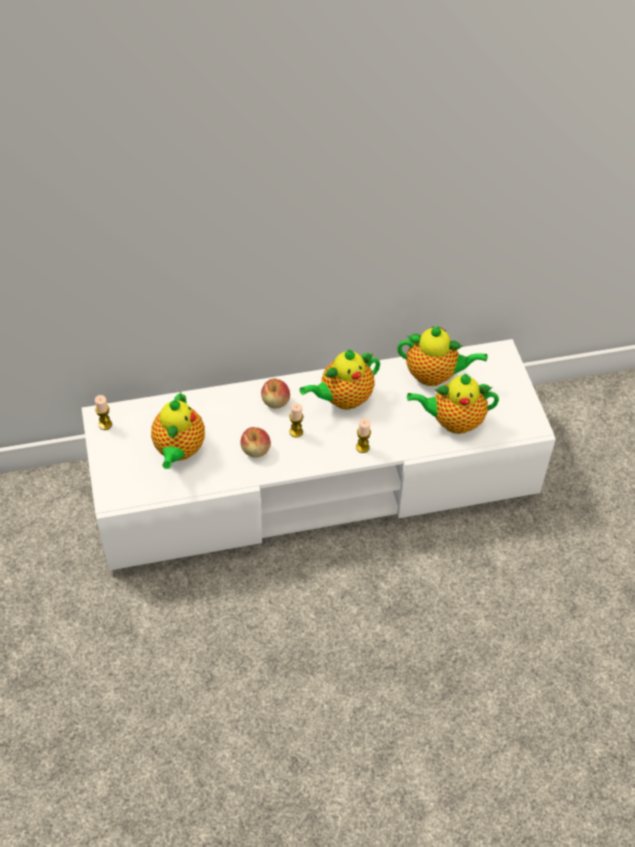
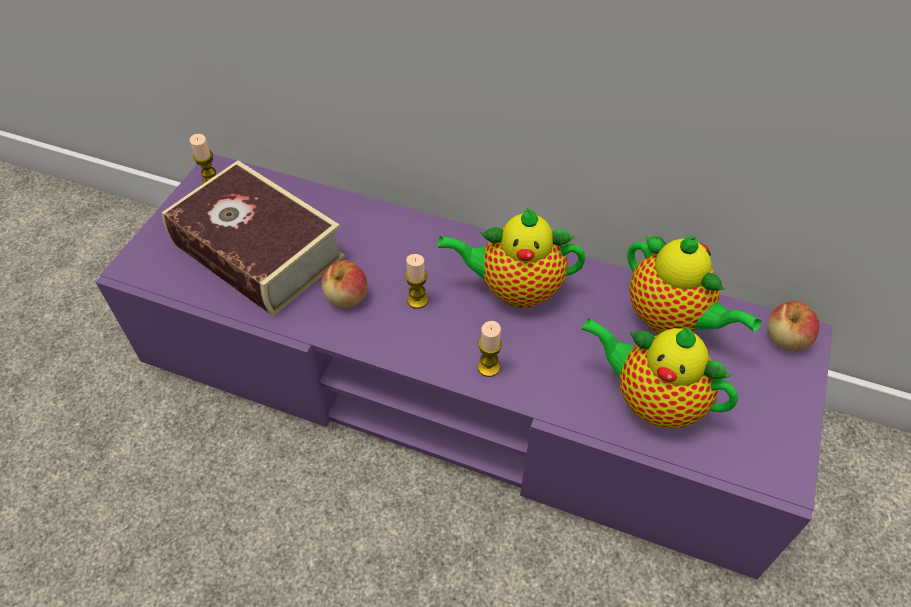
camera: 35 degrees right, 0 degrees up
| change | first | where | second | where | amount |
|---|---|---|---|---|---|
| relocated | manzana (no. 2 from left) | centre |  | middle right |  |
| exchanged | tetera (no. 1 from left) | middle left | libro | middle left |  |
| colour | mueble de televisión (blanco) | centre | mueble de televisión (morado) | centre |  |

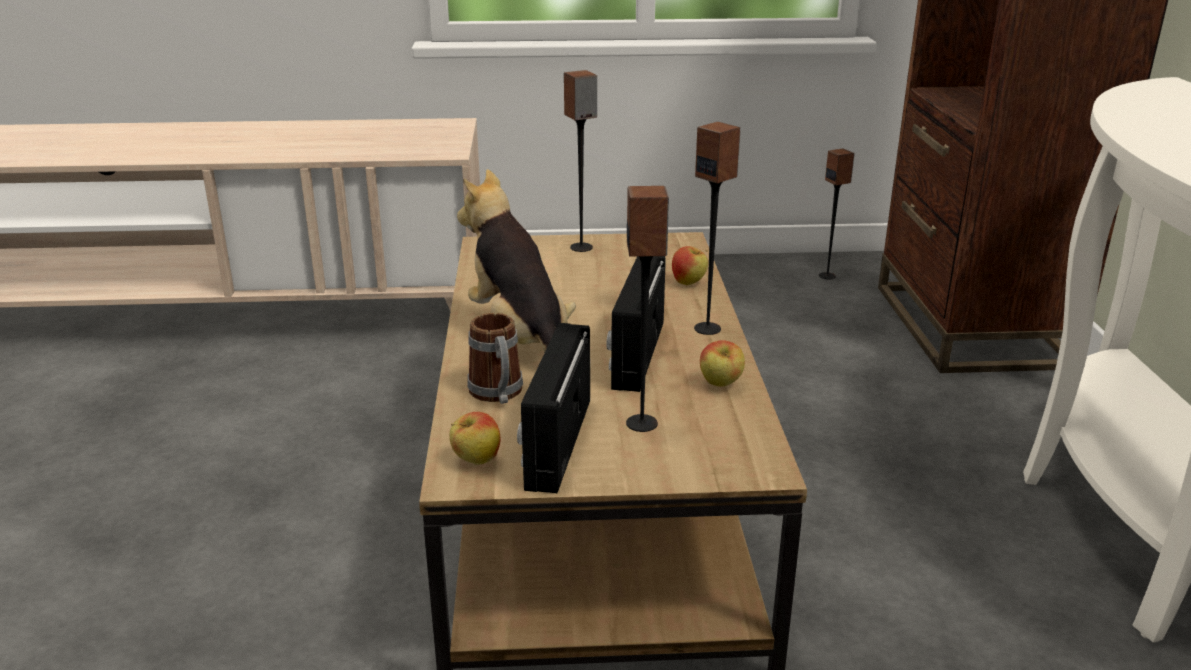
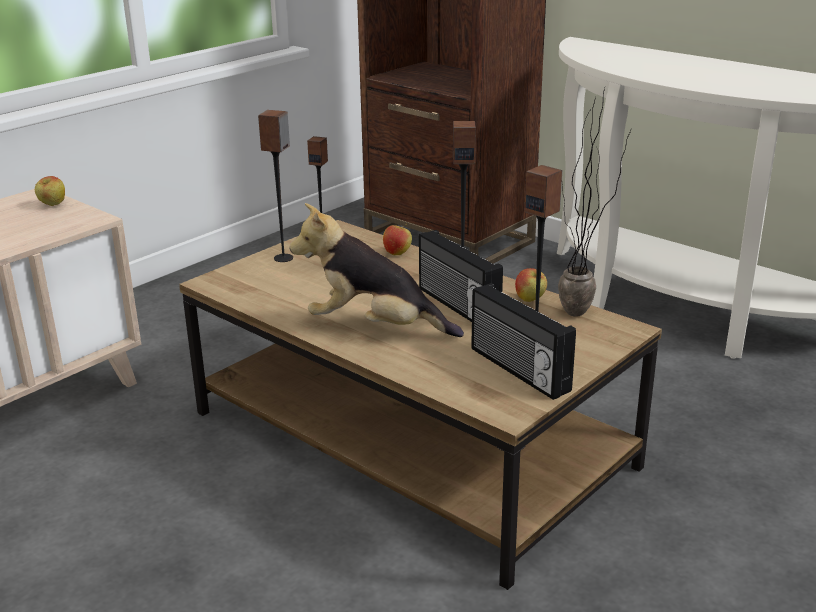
camera: 45 degrees left, 0 degrees up
| change | first | where | second | where | amount |
|---|---|---|---|---|---|
| missing | taza grande | centre |  |  |  |
| appeared |  |  | planta en maceta | top right |  |
| relocated | manzana (no. 1 from left) | centre |  | top left |  |

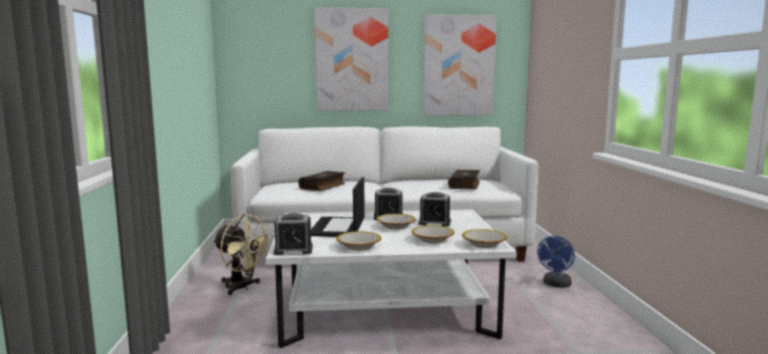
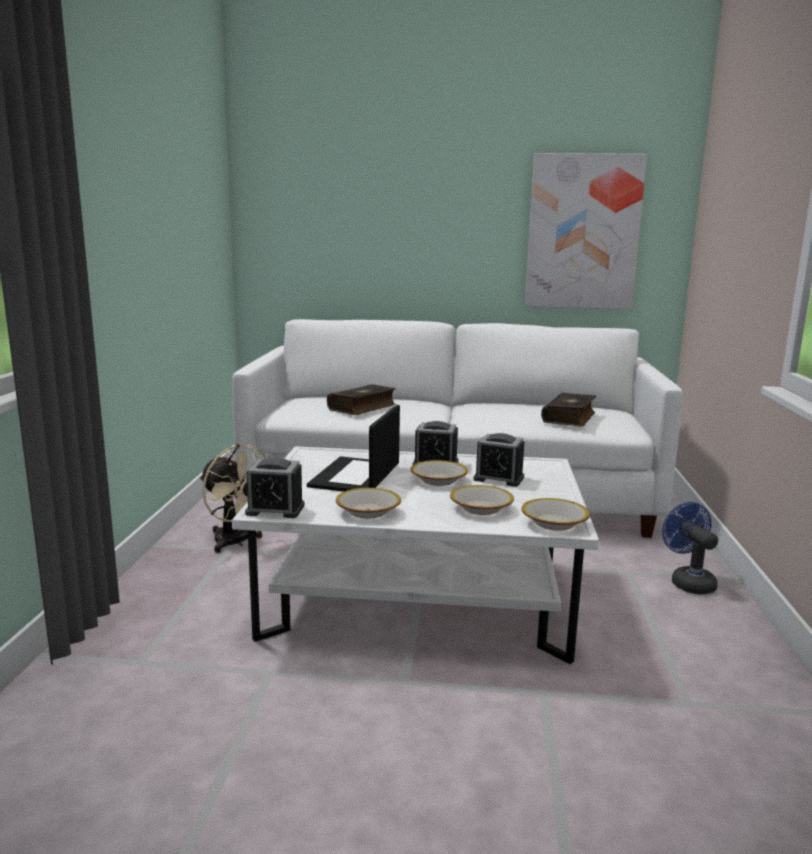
camera: 10 degrees right, 5 degrees up
| change | first | where | second | where | amount |
|---|---|---|---|---|---|
| missing | cuadro (no. 1 from left) | top centre |  |  |  |
| spun | ventilador (azul) | bottom right |  | middle right | 120 degrees clockwise |

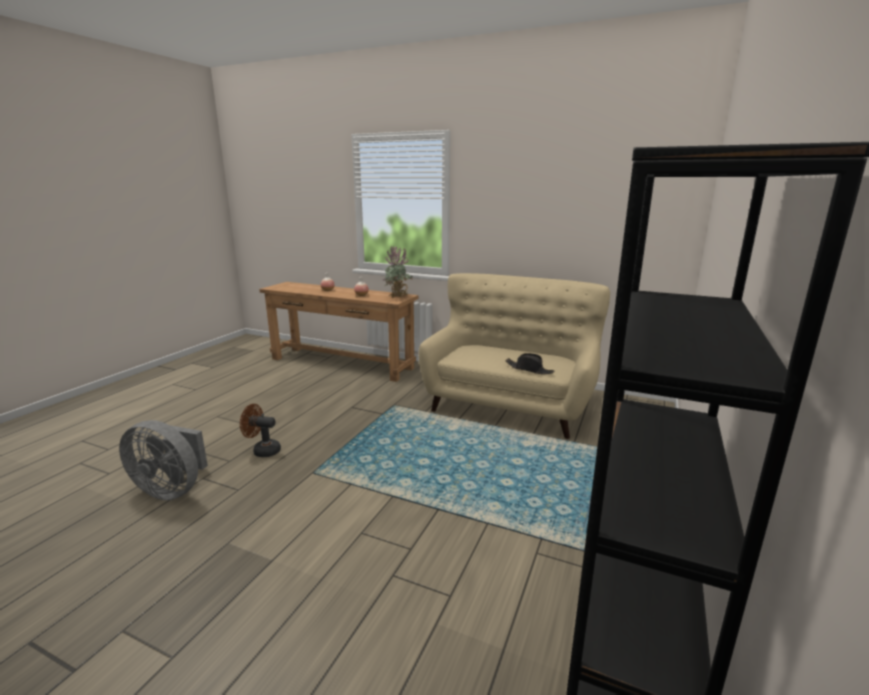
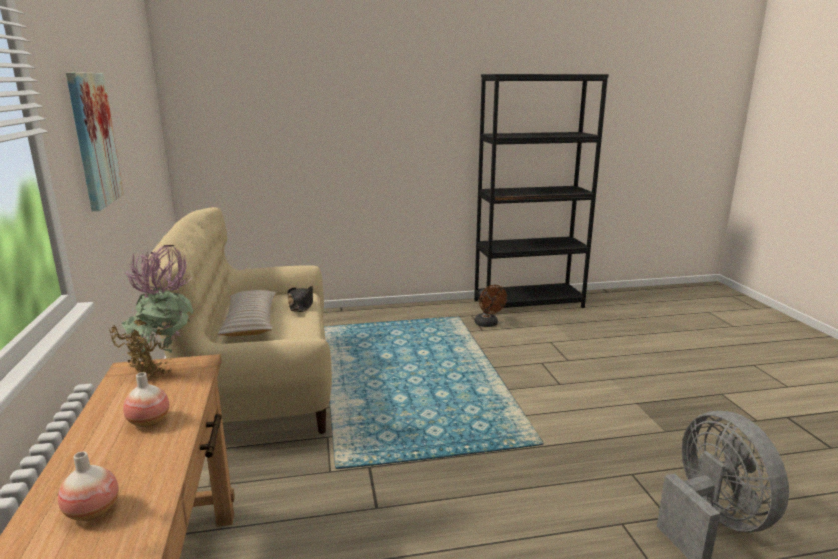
camera: 125 degrees left, 0 degrees up
| change | first | where | second | where | amount |
|---|---|---|---|---|---|
| appeared |  |  | cuadro | top left |  |
| appeared |  |  | cojín (beis) | middle left |  |
| relocated | ventilador (marrón) | middle left |  | centre |  |

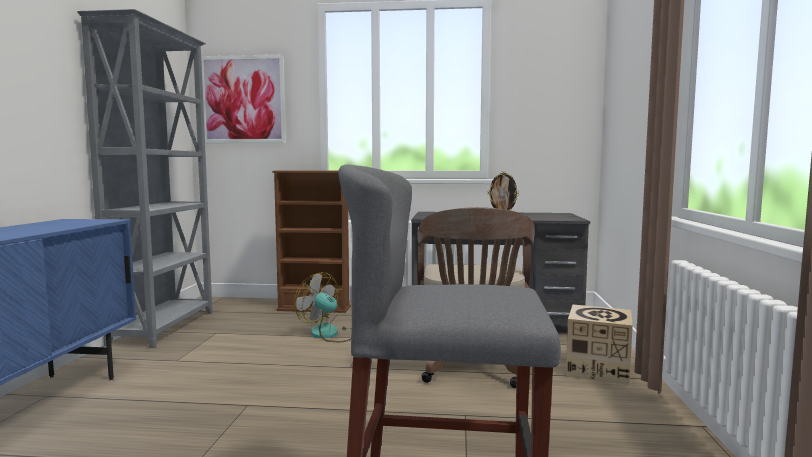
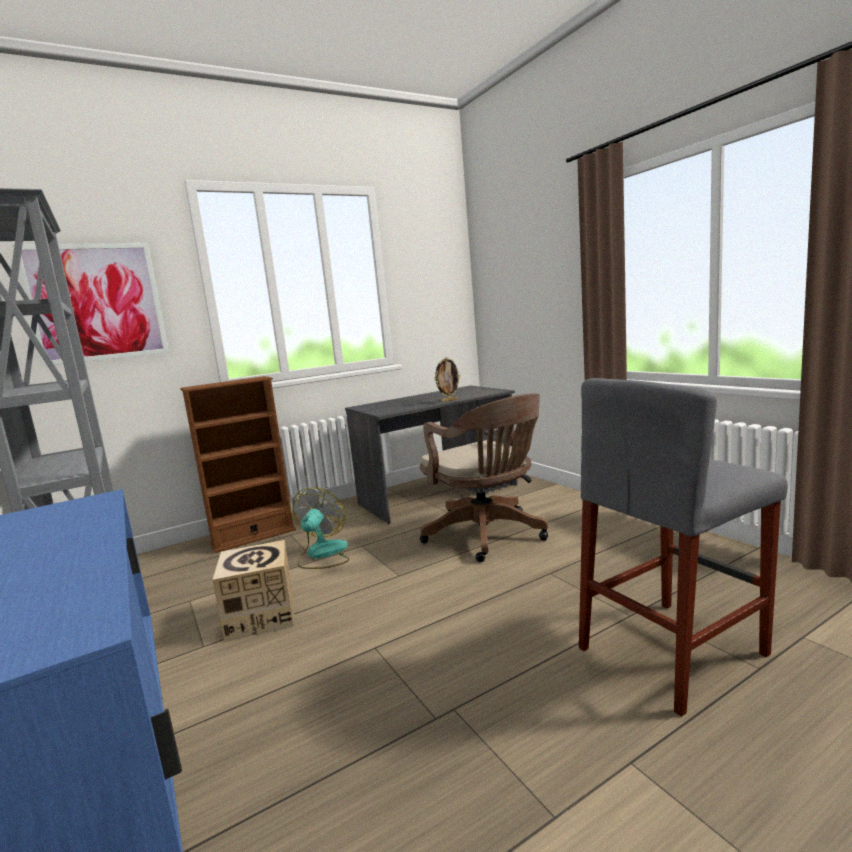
camera: 35 degrees left, 5 degrees up
| change | first | where | second | where | amount |
|---|---|---|---|---|---|
| relocated | caja de cartón | bottom right |  | bottom left |  |
| spun | ventilador | bottom centre |  | centre | 105 degrees clockwise |

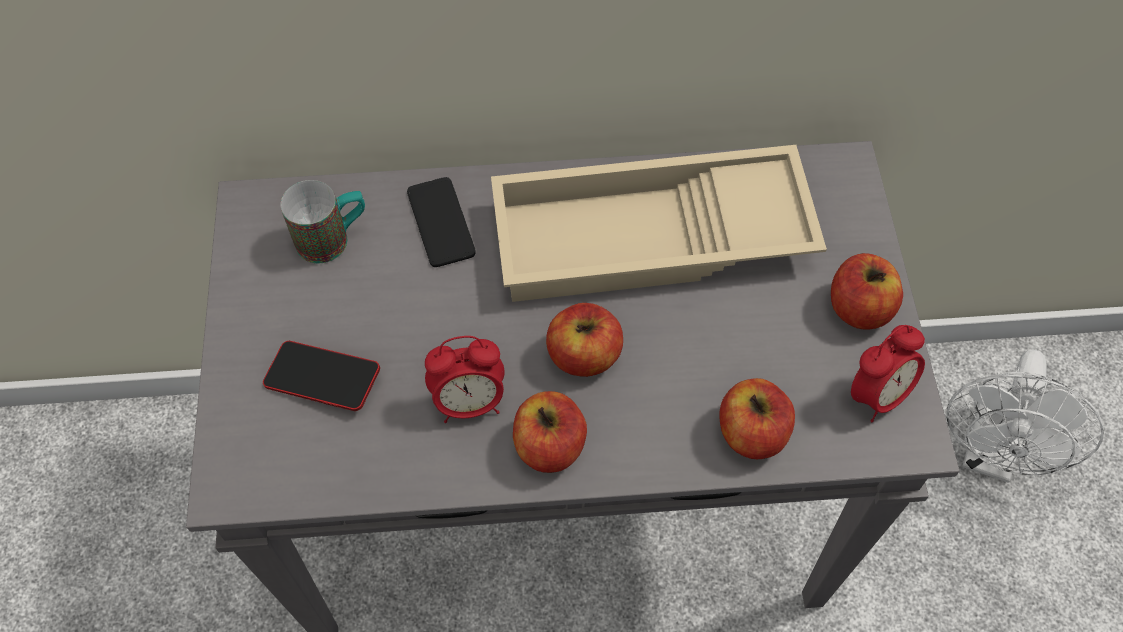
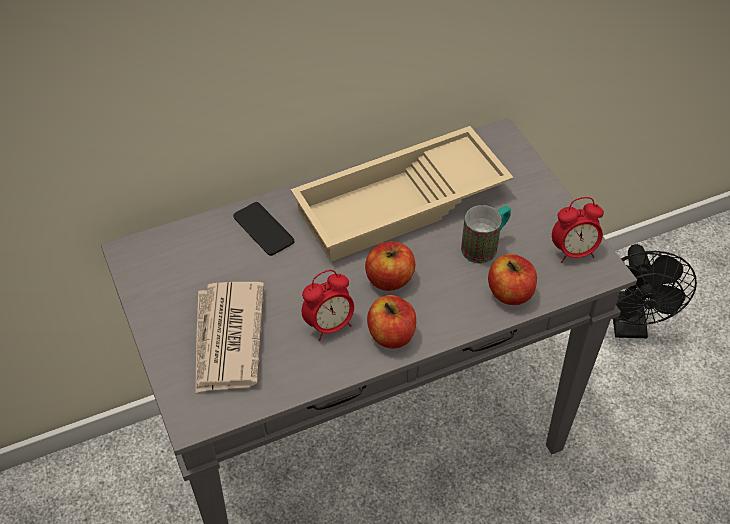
camera: 20 degrees left, 10 degrees down
| change | first | where | second | where | amount |
|---|---|---|---|---|---|
| missing | manzana (no. 4 from left) | middle right |  |  |  |
| relocated | taza grande | middle left |  | centre |  |
| exchanged | móvil (no. 1 from left) | middle left | periódico | middle left |  |
| colour | ventilador (blanco) | middle right | ventilador (negro) | middle right |  |
| spun | despertador (no. 2 from left) | middle right |  | middle right | 45 degrees clockwise |

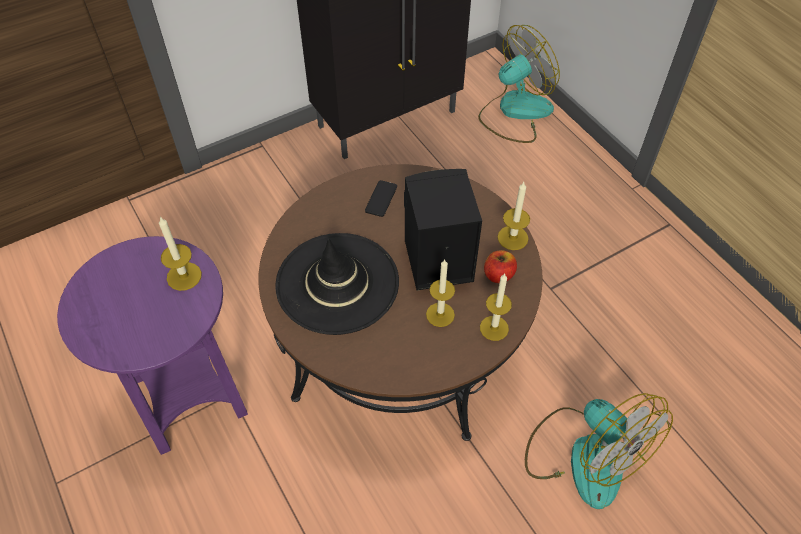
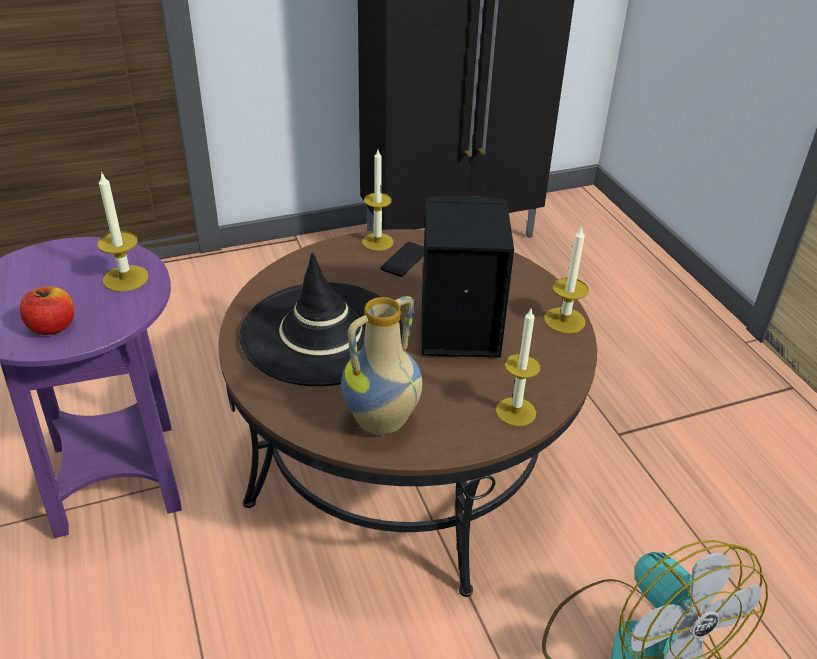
camera: 10 degrees right, 15 degrees down
| change | first | where | second | where | amount |
|---|---|---|---|---|---|
| missing | ventilador (no. 1 from left) | top centre |  |  |  |
| appeared |  |  | florero | centre |  |
| relocated | vela (no. 2 from left) | centre |  | top centre |  |
| relocated | manzana | centre |  | middle left |  |

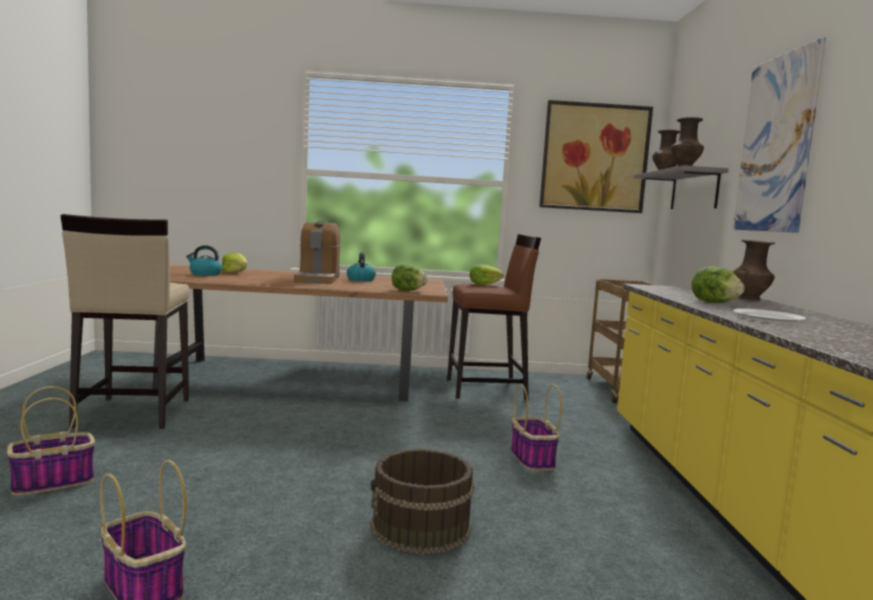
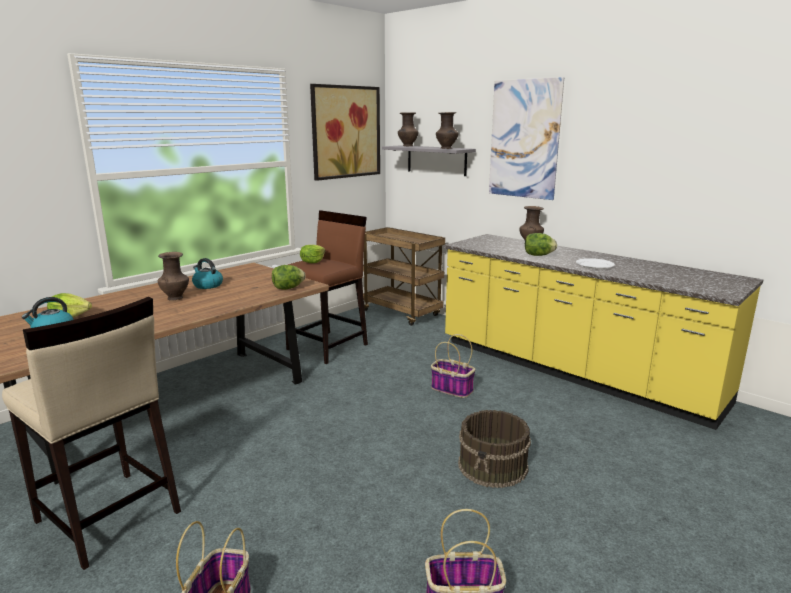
camera: 45 degrees left, 10 degrees up
| change | first | where | second | where | amount |
|---|---|---|---|---|---|
| exchanged | cafetera | centre | florero (marrón) (no. 1 from left) | middle left |  |

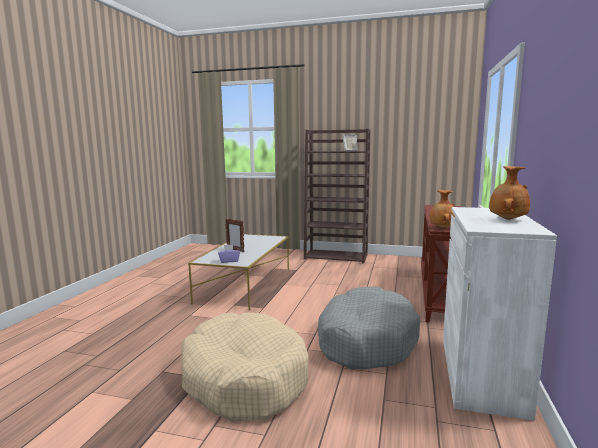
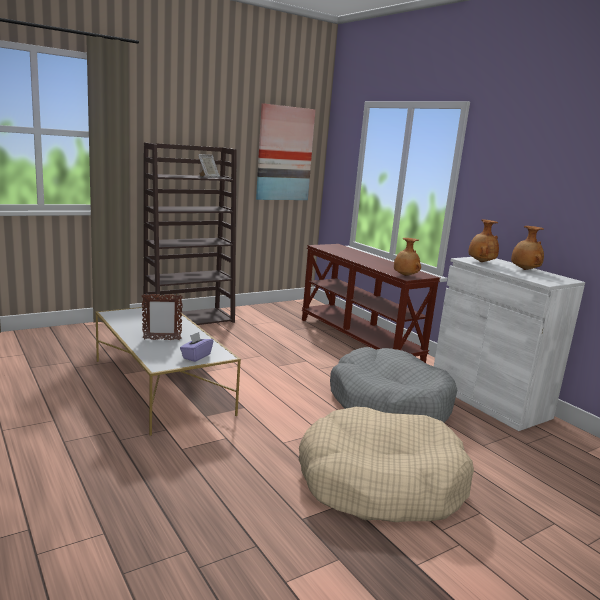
camera: 50 degrees left, 5 degrees up
| change | first | where | second | where | amount |
|---|---|---|---|---|---|
| appeared |  |  | cuadro | top centre |  |
| appeared |  |  | florero (marrón) (no. 2 from left) | middle right |  |

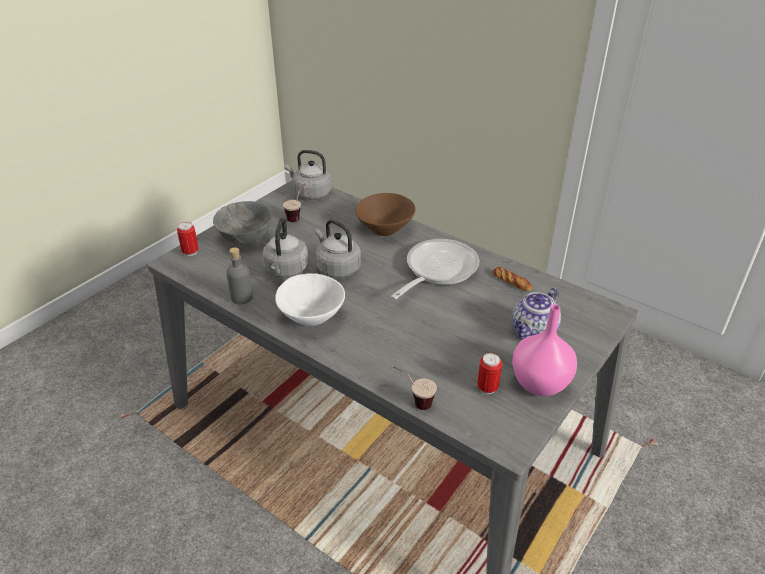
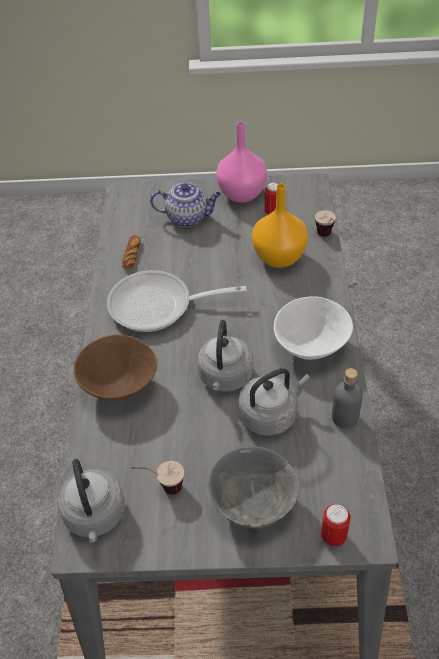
camera: 125 degrees left, 10 degrees up
| change | first | where | second | where | amount |
|---|---|---|---|---|---|
| appeared |  |  | florero (naranja) | centre |  |

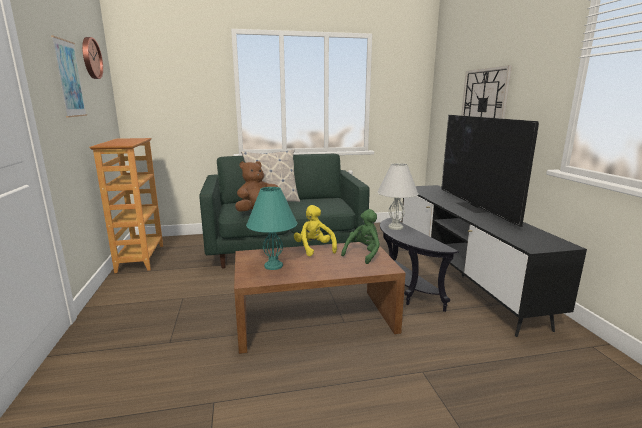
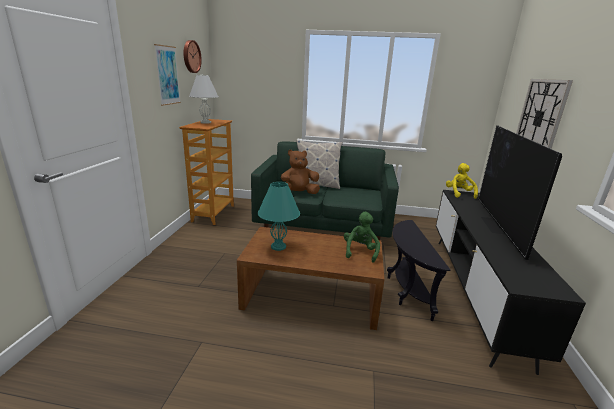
camera: 20 degrees right, 5 degrees up
| change | first | where | second | where | amount |
|---|---|---|---|---|---|
| relocated | peluche (amarillo) | centre |  | middle right |  |
| relocated | lámpara de mesa (blanco) | centre |  | top left |  |
| spun | peluche (verde) | centre |  | centre | 45 degrees counterclockwise |

